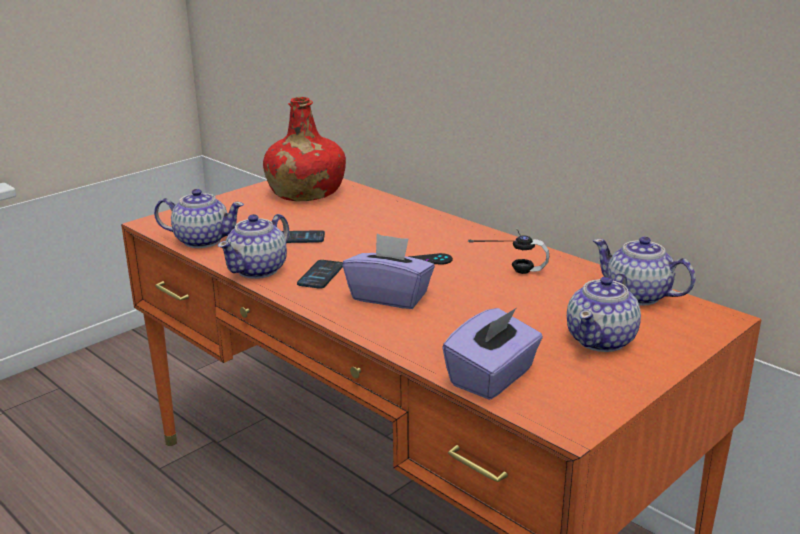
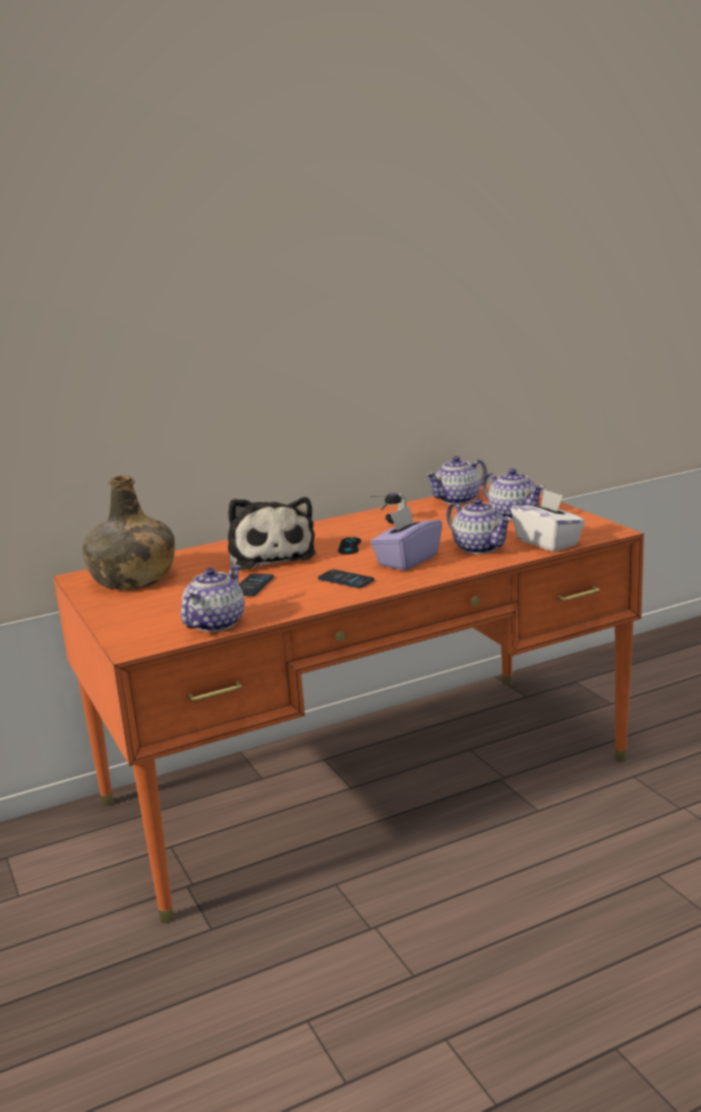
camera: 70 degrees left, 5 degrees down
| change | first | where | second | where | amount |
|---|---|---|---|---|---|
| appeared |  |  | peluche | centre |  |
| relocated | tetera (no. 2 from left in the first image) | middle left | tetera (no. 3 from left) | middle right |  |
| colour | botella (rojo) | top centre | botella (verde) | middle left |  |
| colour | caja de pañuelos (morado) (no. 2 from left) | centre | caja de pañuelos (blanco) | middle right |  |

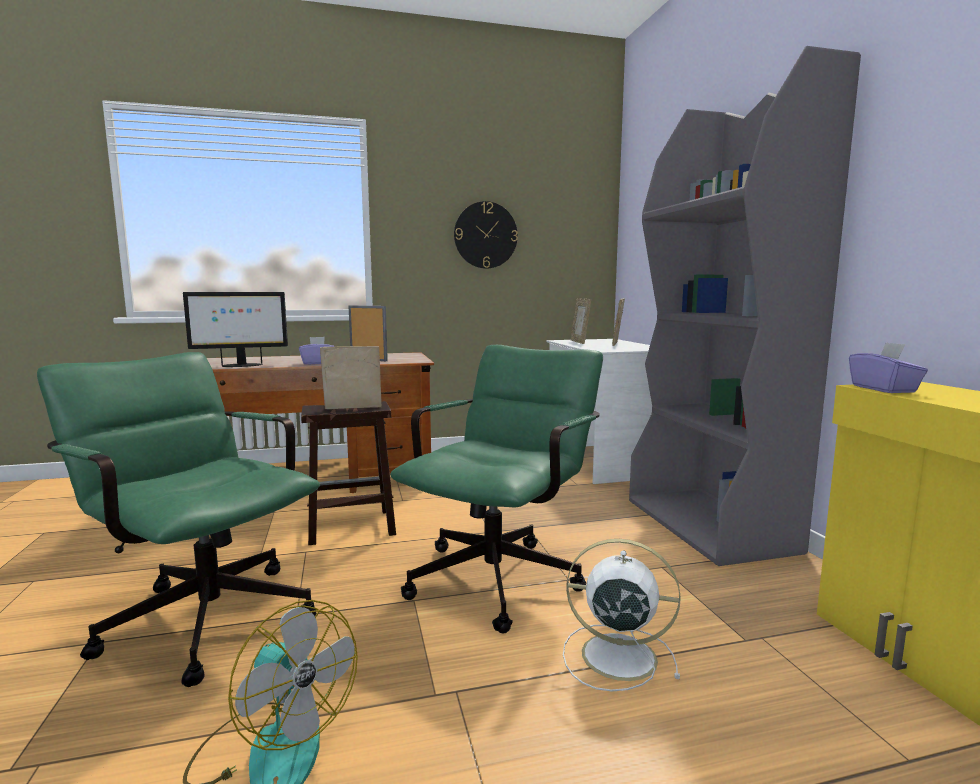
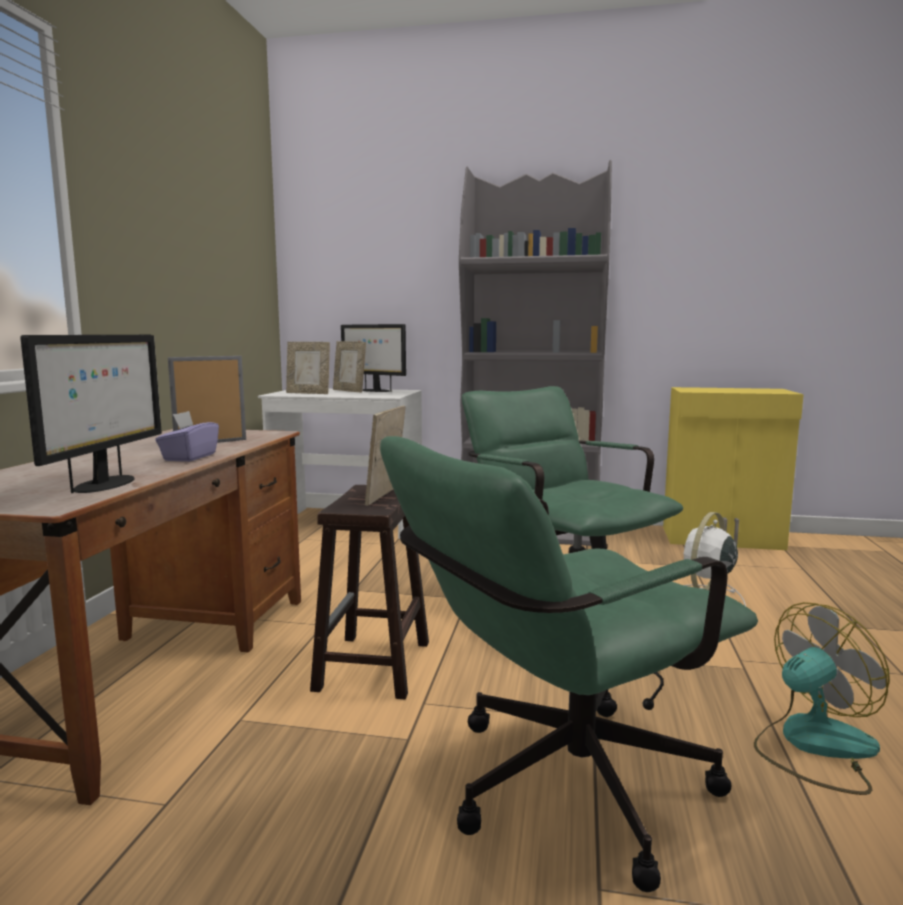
camera: 65 degrees left, 0 degrees up
| change | first | where | second | where | amount |
|---|---|---|---|---|---|
| missing | reloj de pared | top centre |  |  |  |
| missing | caja de pañuelos (morado) (no. 2 from left) | middle right |  |  |  |
| appeared |  |  | monitor (no. 2 from left) | centre |  |

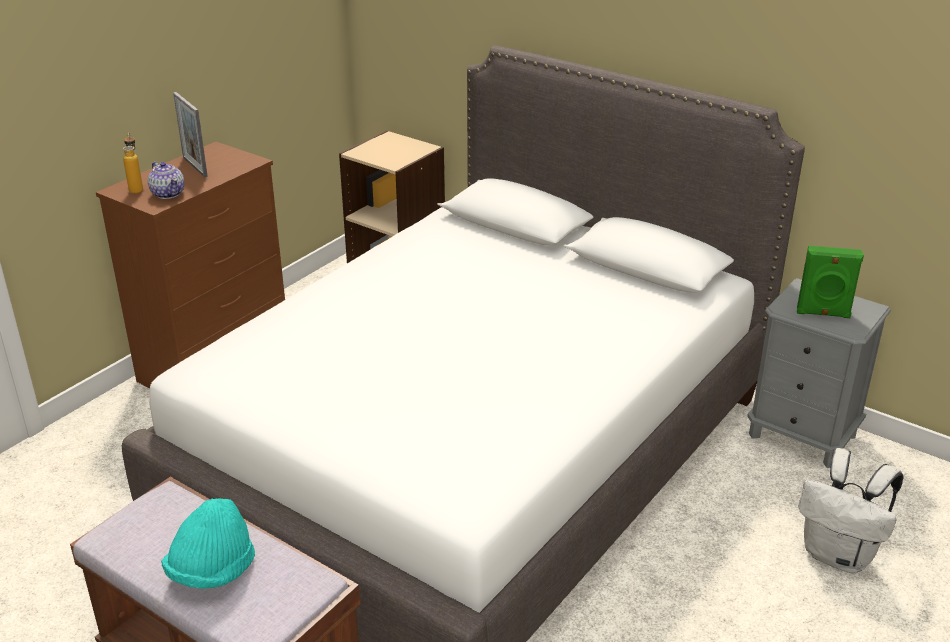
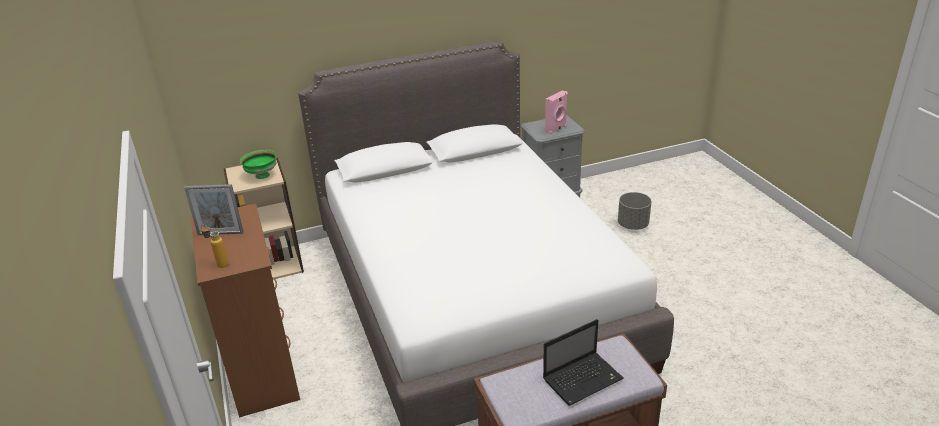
camera: 55 degrees left, 0 degrees up
| change | first | where | second | where | amount |
|---|---|---|---|---|---|
| missing | tetera | top left |  |  |  |
| appeared |  |  | cuenco (verde) | middle left |  |
| exchanged | sombrero (turquesa) | bottom left | portátil | bottom centre |  |
| exchanged | mochila (blanco) | bottom right | maceta (gris) | middle right |  |
| colour | altavoz (verde) | middle right | altavoz (rosa) | top centre |  |

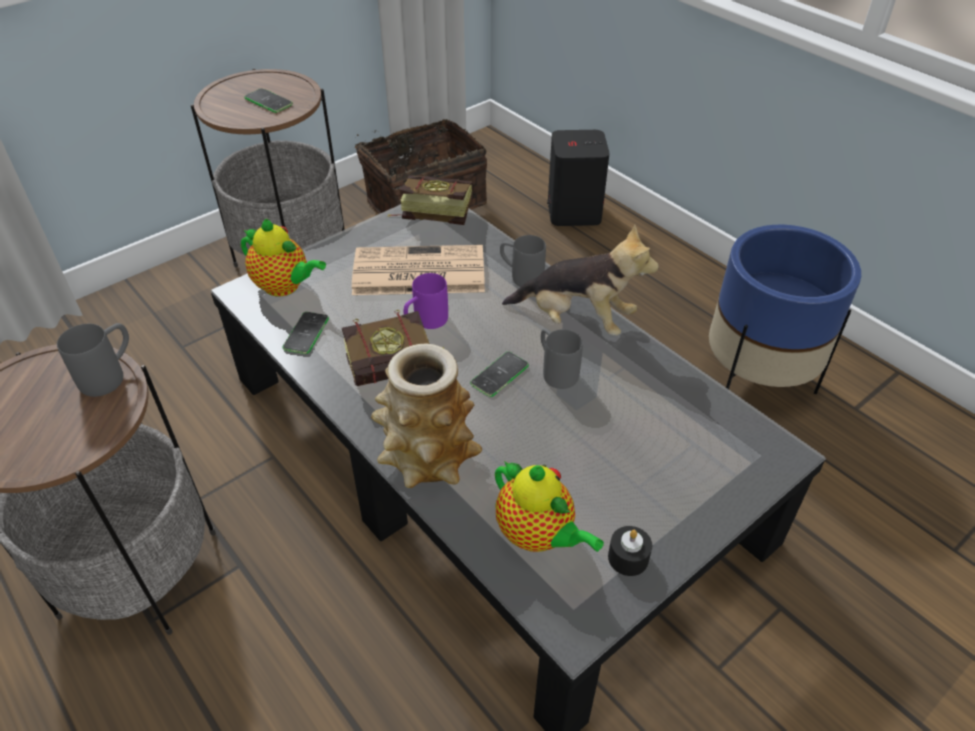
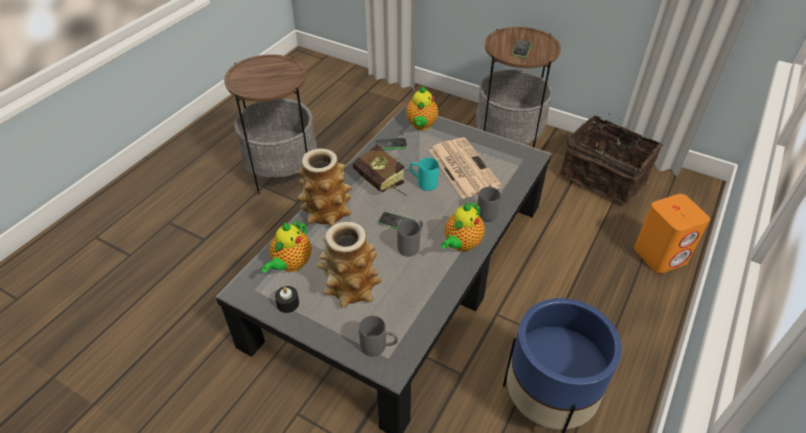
camera: 70 degrees right, 0 degrees up
| change | first | where | second | where | amount |
|---|---|---|---|---|---|
| missing | libro (no. 2 from left) | top centre |  |  |  |
| appeared |  |  | florero (no. 2 from left) | centre |  |
| relocated | taza grande (gris) (no. 1 from left) | middle left |  | bottom centre |  |
| exchanged | peluche | centre | tetera (no. 3 from left) | centre |  |
| colour | taza grande (morado) | centre | taza grande (turquesa) | centre |  |
| colour | altavoz (negro) | top centre | altavoz (naranja) | middle right |  |

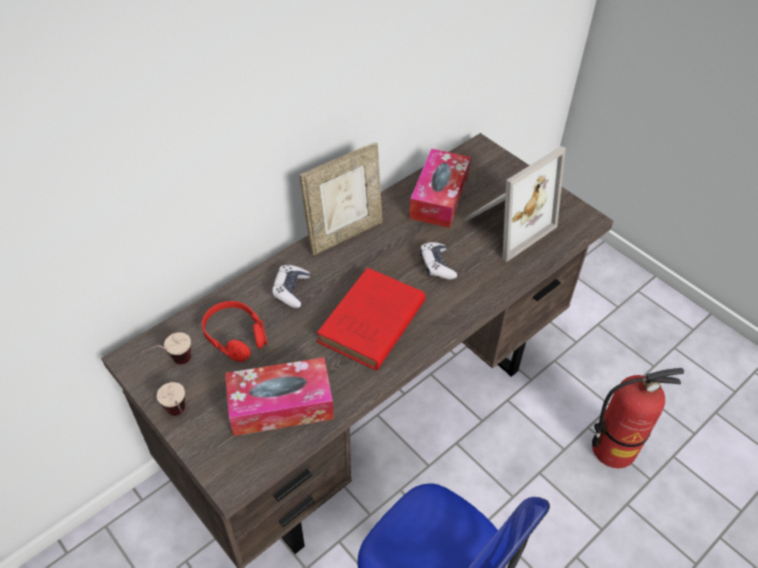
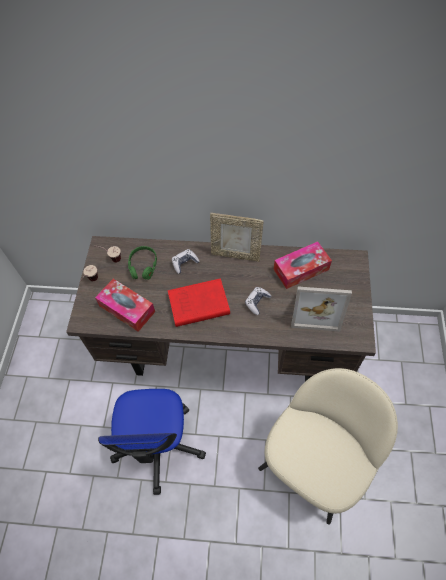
camera: 50 degrees right, 10 degrees up
| change | first | where | second | where | amount |
|---|---|---|---|---|---|
| exchanged | extintor | bottom right | silla (beis) | bottom right |  |
| colour | auriculares (rojo) | middle left | auriculares (verde) | middle left |  |

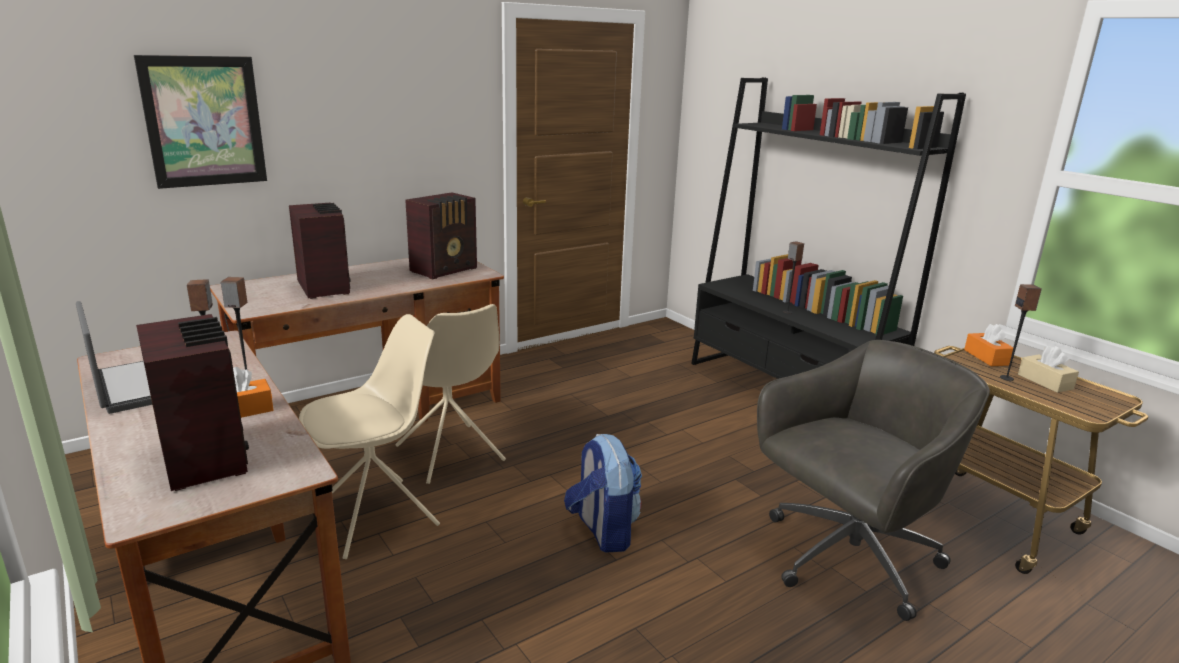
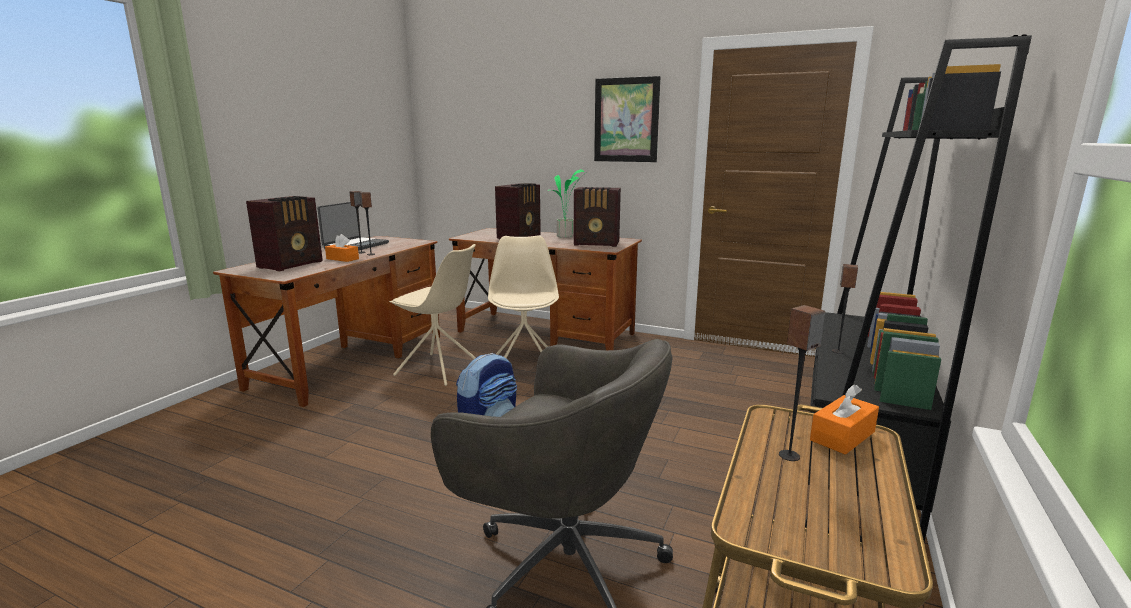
camera: 60 degrees right, 5 degrees down
| change | first | where | second | where | amount |
|---|---|---|---|---|---|
| missing | caja de pañuelos (beis) | middle right |  |  |  |
| appeared |  |  | planta en maceta | centre |  |
| relocated | cuadro | top left |  | top centre |  |
| spun | silla (beis) (no. 2 from left) | centre |  | centre | 150 degrees clockwise |

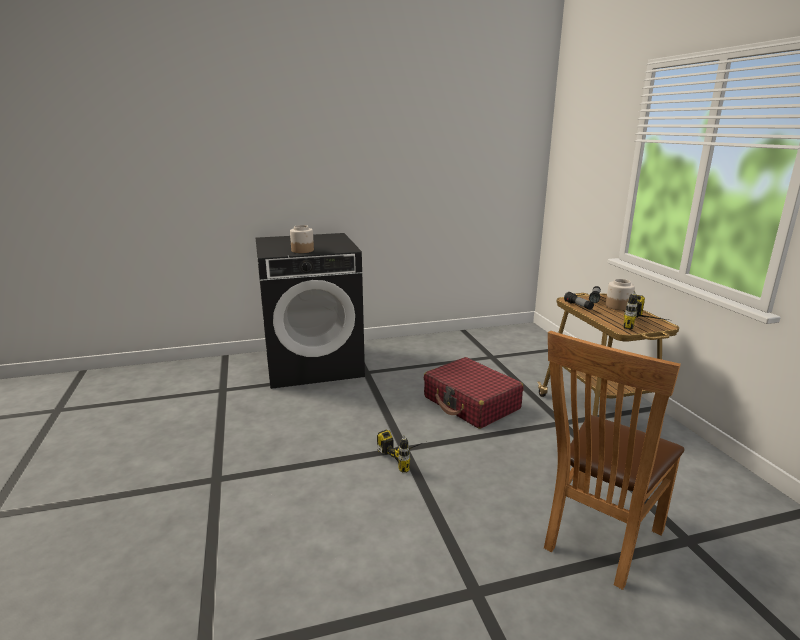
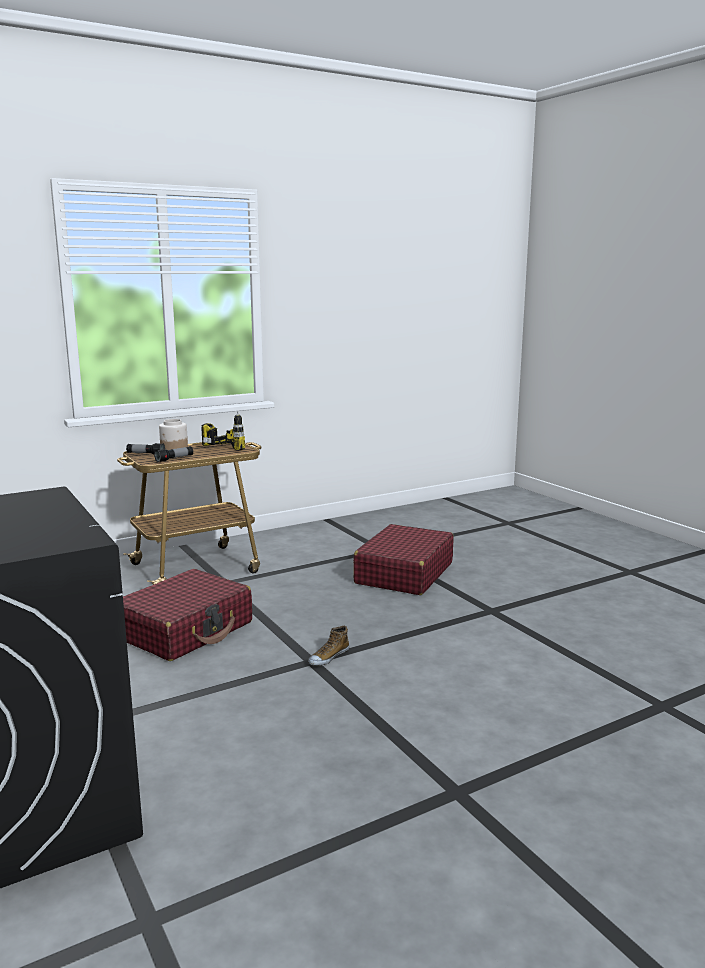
camera: 105 degrees left, 5 degrees down
| change | first | where | second | where | amount |
|---|---|---|---|---|---|
| missing | tarro (no. 1 from left) | centre |  |  |  |
| exchanged | taladro (no. 1 from left) | bottom centre | zapato | bottom centre |  |
| exchanged | silla (marrón) | bottom right | maleta (rojo) (no. 2 from left) | centre |  |

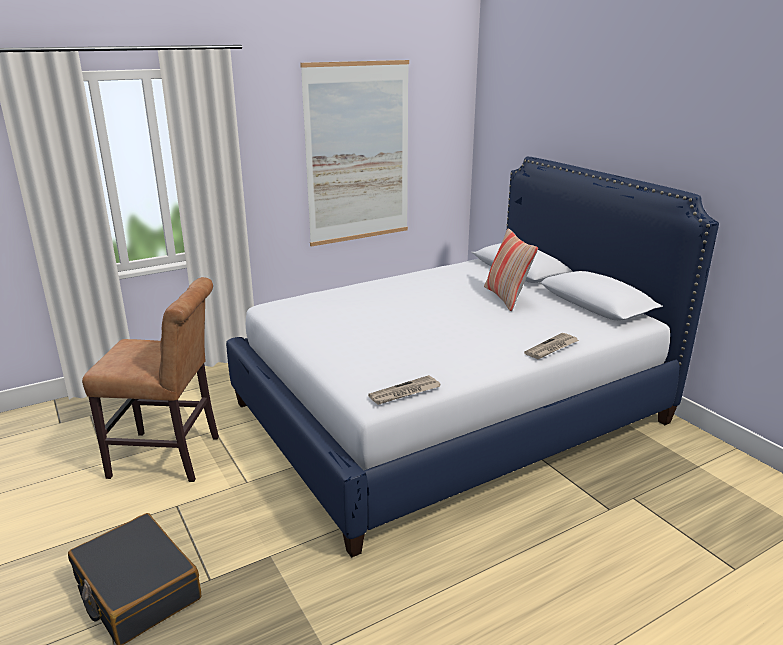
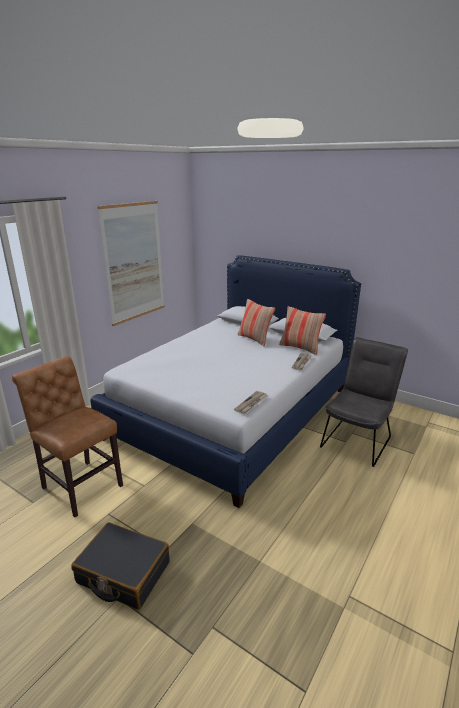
camera: 25 degrees left, 0 degrees up
| change | first | where | second | where | amount |
|---|---|---|---|---|---|
| appeared |  |  | cojín (no. 2 from left) | centre |  |
| appeared |  |  | silla (gris) | middle right |  |
| spun | silla (marrón) | middle left |  | middle left | 120 degrees counterclockwise |

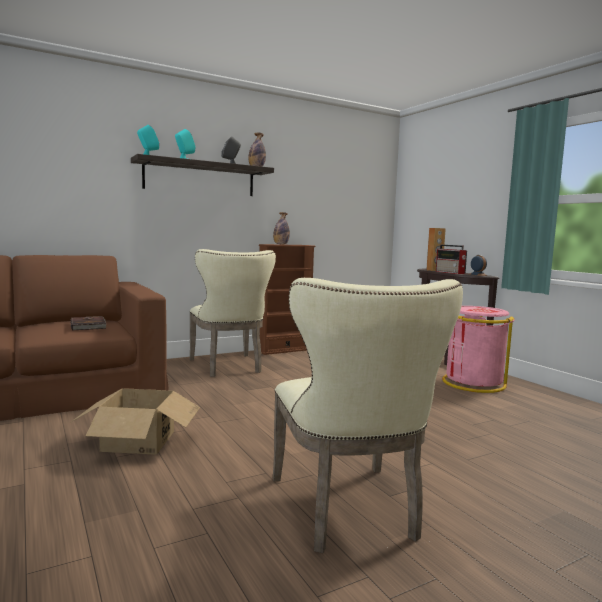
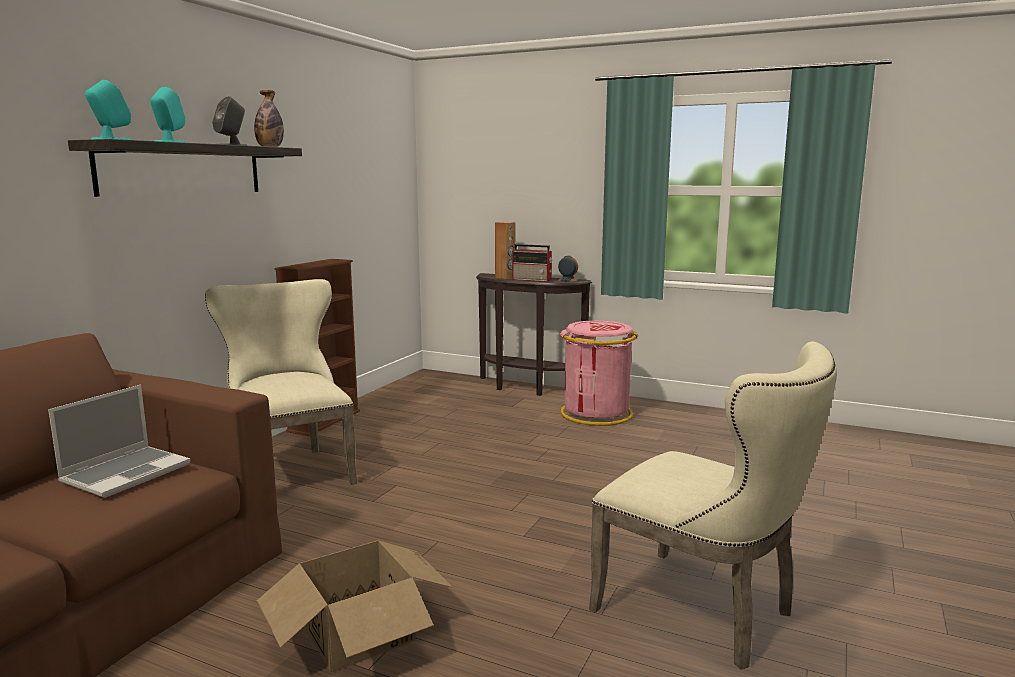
camera: 35 degrees left, 5 degrees up
| change | first | where | second | where | amount |
|---|---|---|---|---|---|
| missing | botella (no. 2 from left) | centre |  |  |  |
| exchanged | libro (marrón) | middle left | portátil | middle left |  |
| spun | silla (beis) (no. 1 from left) | centre |  | middle left | 150 degrees counterclockwise |

